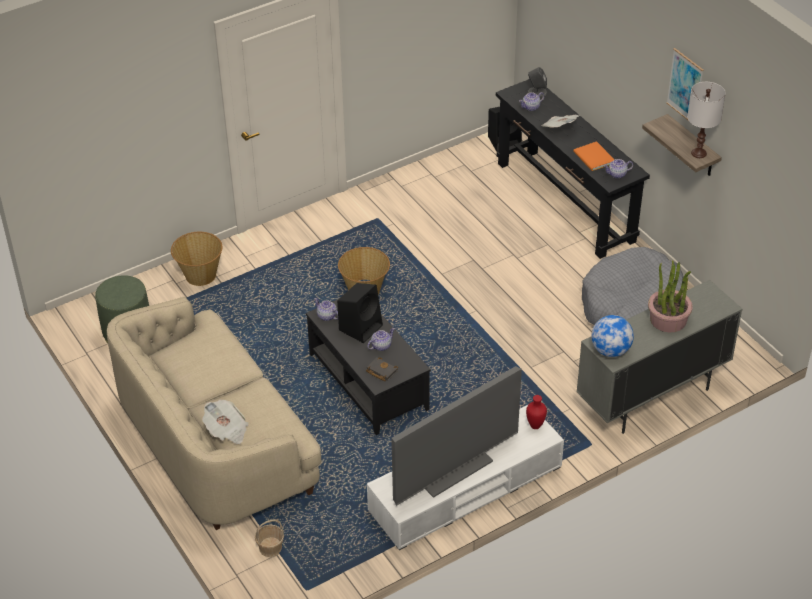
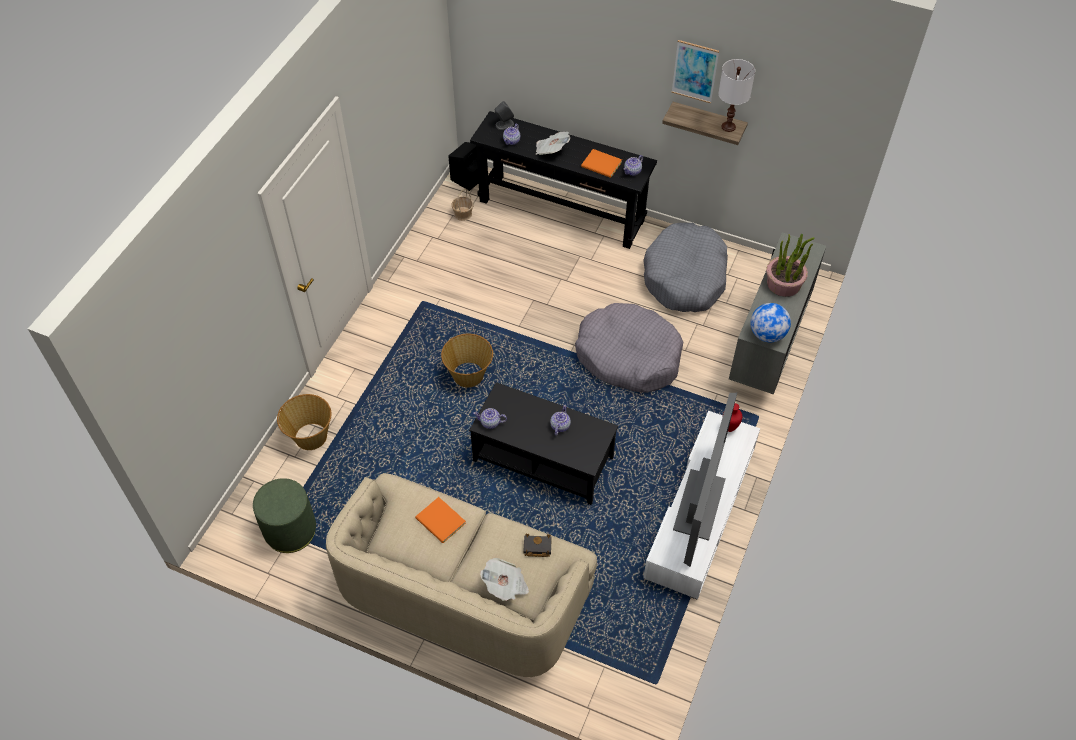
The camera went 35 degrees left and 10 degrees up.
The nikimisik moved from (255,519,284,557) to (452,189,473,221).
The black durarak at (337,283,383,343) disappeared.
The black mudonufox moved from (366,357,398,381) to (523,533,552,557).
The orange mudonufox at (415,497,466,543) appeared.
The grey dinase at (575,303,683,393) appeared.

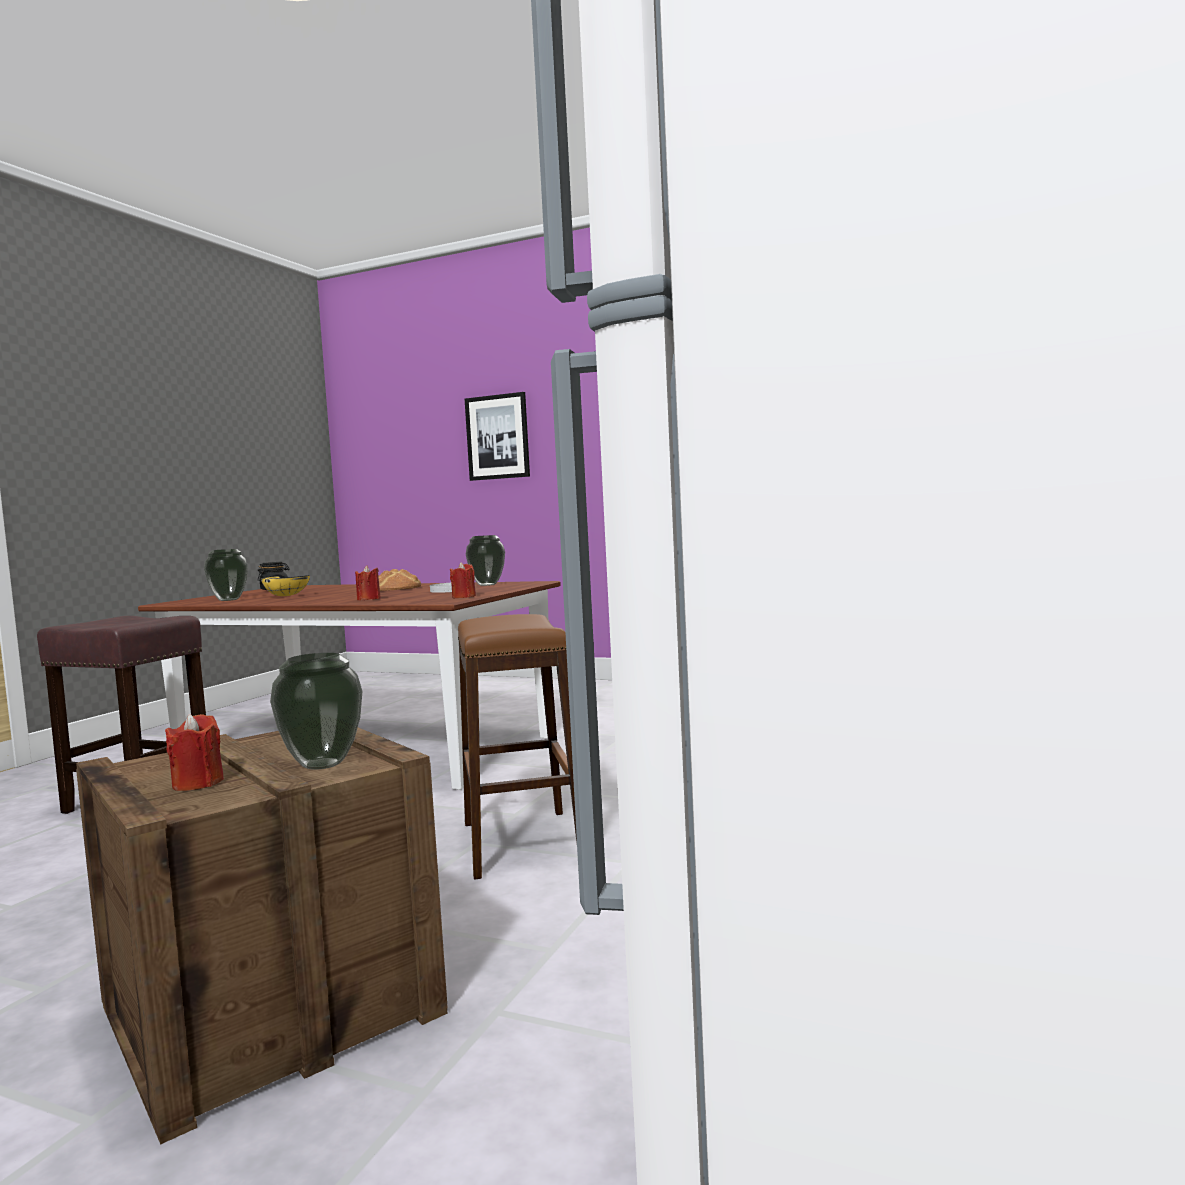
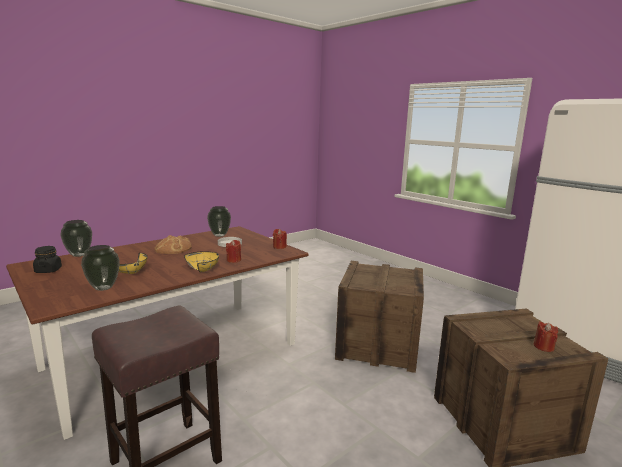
The camera went 65 degrees left and 10 degrees up.
The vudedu moved from (270,653,362,770) to (60,220,92,257).
The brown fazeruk at (458,614,577,879) was replaced by the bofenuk at (335,261,424,373).
The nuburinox at (465,392,530,481) disappeared.
The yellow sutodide at (184,251,219,272) appeared.

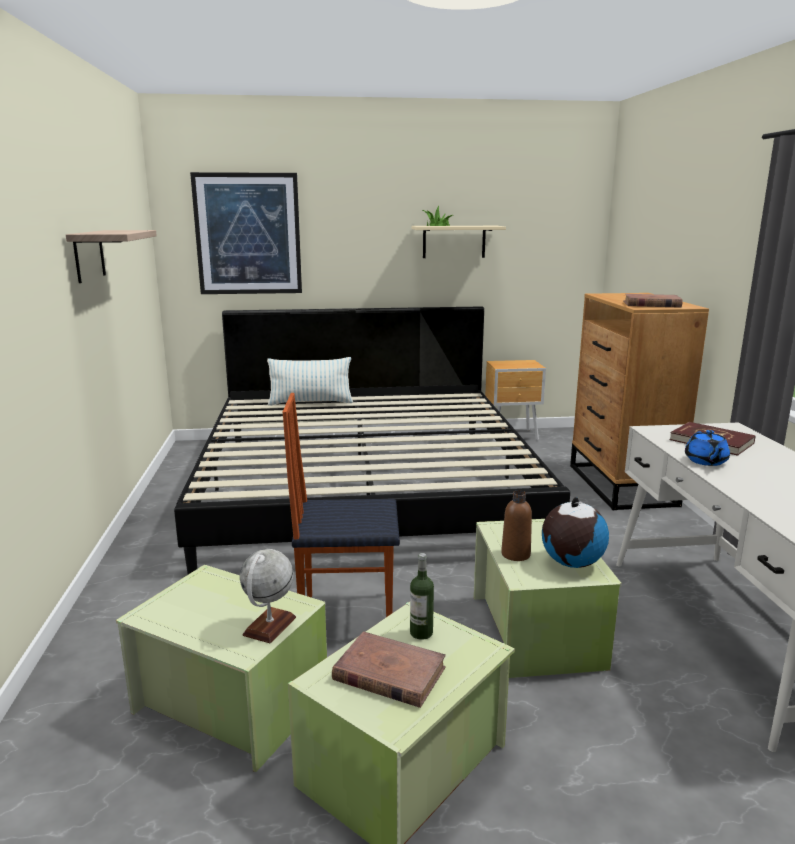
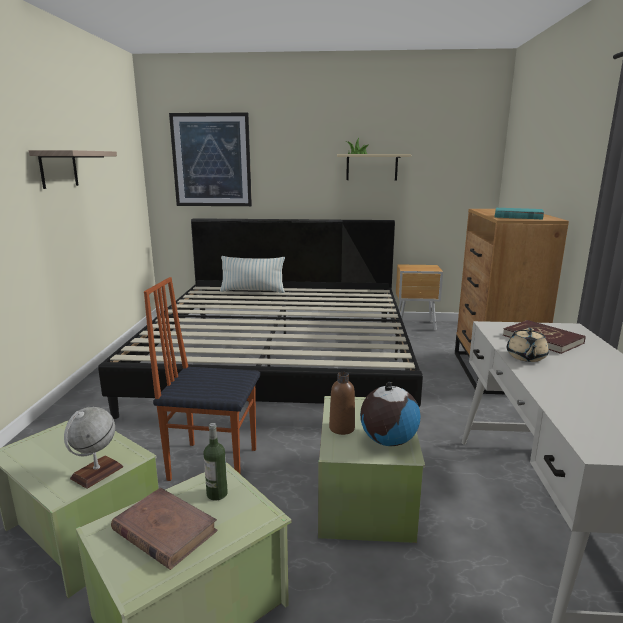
The camera went 10 degrees right and 0 degrees up.
The brown mudonufox at (623,294,683,308) became the turquoise mudonufox at (495,208,544,219).
The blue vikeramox at (685,430,730,466) became the beige vikeramox at (507,328,549,362).

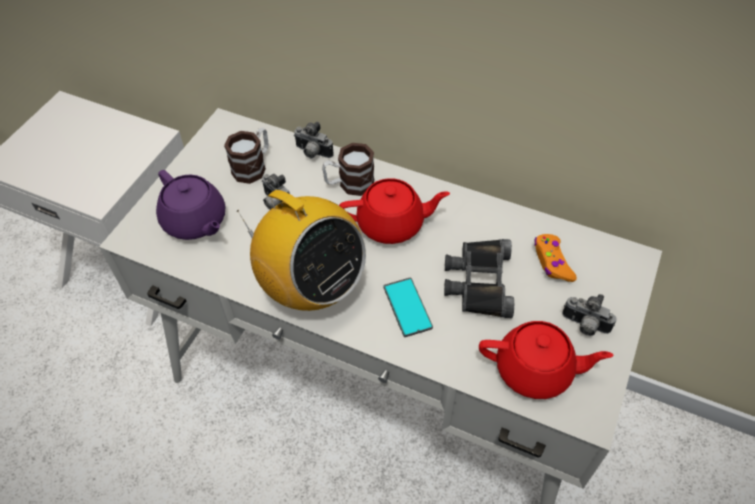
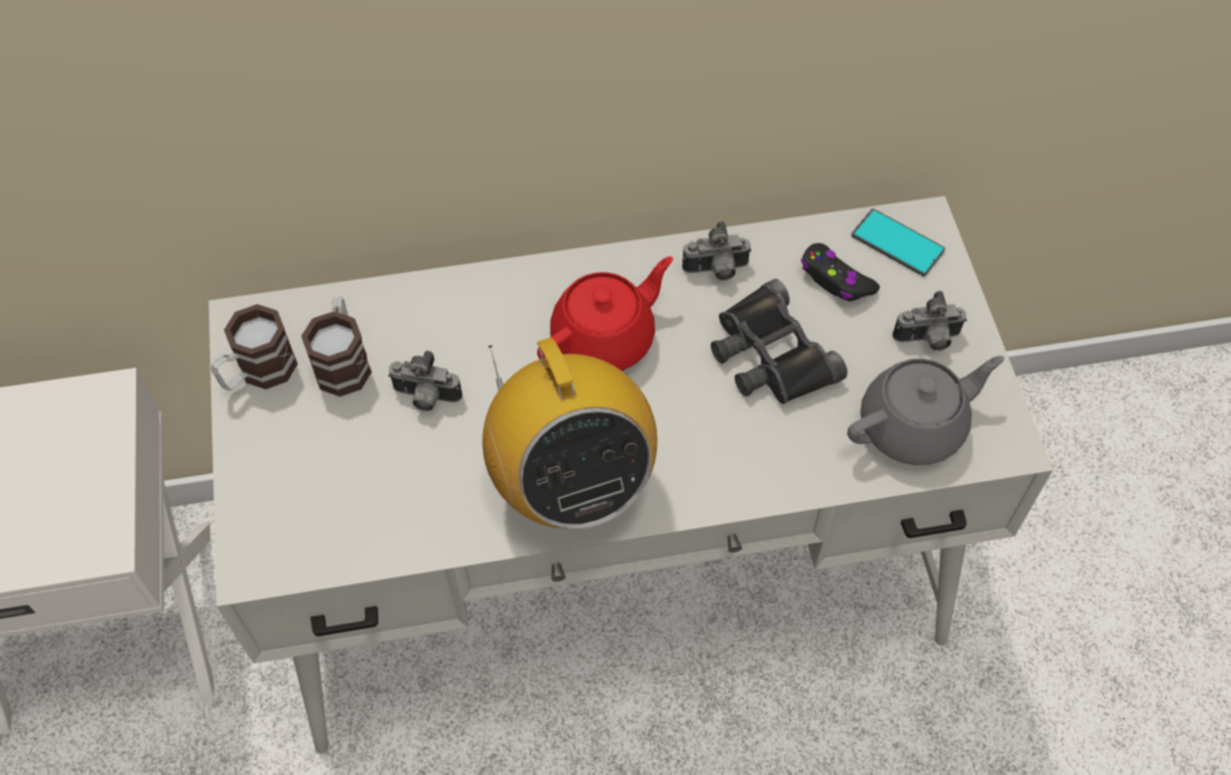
The camera went 35 degrees left and 5 degrees up.
The purple vikeramox at (156,170,225,240) disappeared.
The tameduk at (236,190,366,311) turned 60 degrees clockwise.
The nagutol moved from (294,121,334,158) to (682,221,752,280).
The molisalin moved from (322,143,374,196) to (211,304,298,391).
The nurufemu moved from (384,278,433,337) to (851,208,945,277).
The red vikeramox at (479,321,613,399) became the grey vikeramox at (847,356,1004,465).
The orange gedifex at (534,234,577,282) became the black gedifex at (801,243,880,301).

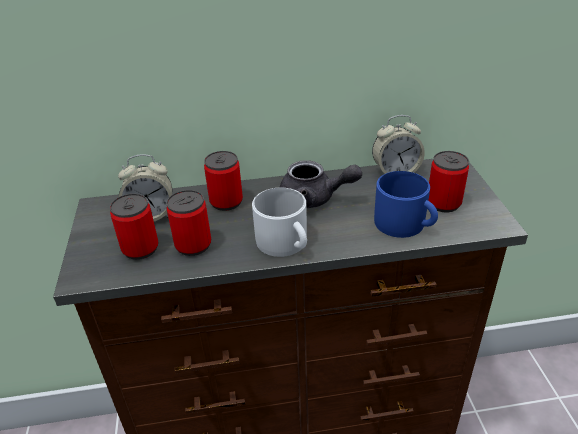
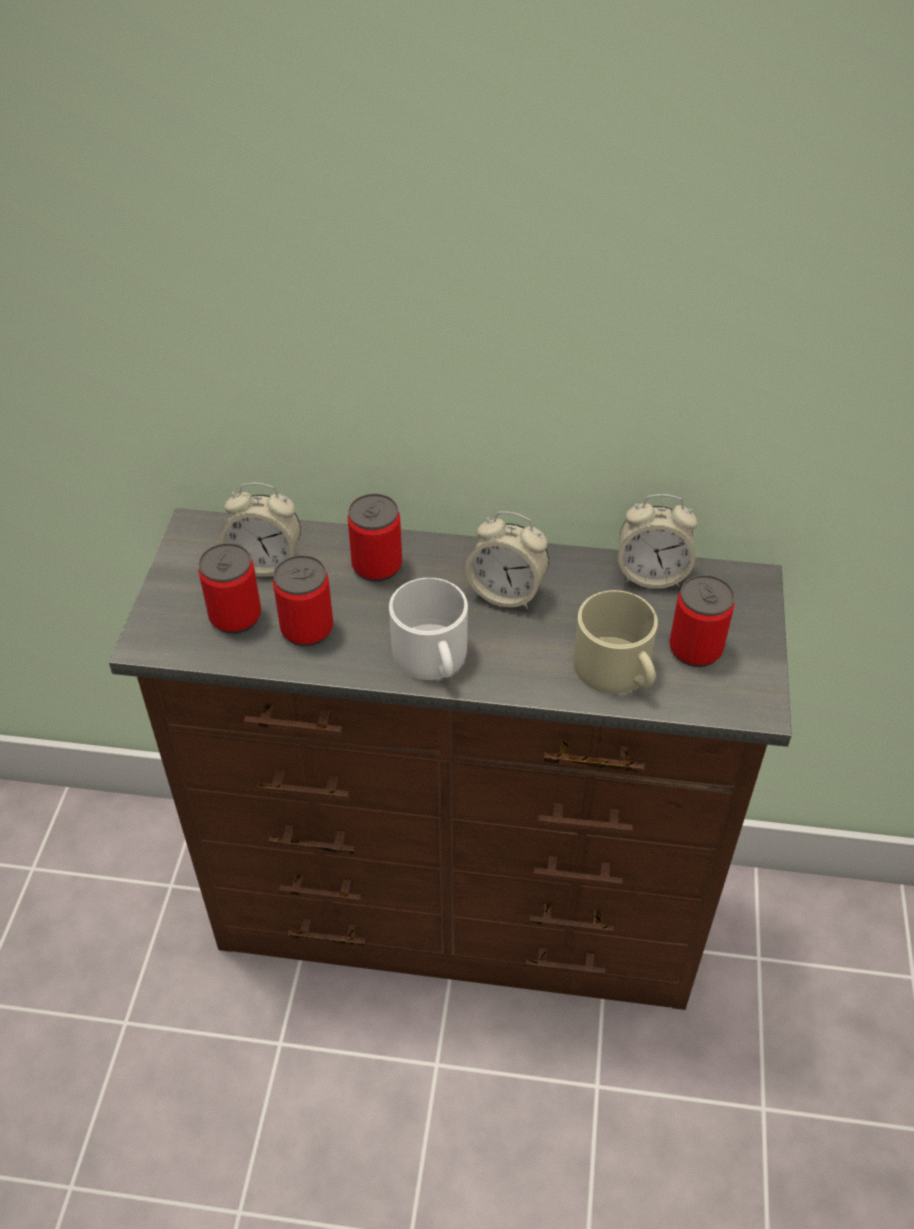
The camera went 15 degrees right and 10 degrees up.
The grey vikeramox at (280,160,362,208) was replaced by the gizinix at (465,511,549,609).
The blue molisalin at (374,171,438,238) became the beige molisalin at (574,590,658,694).

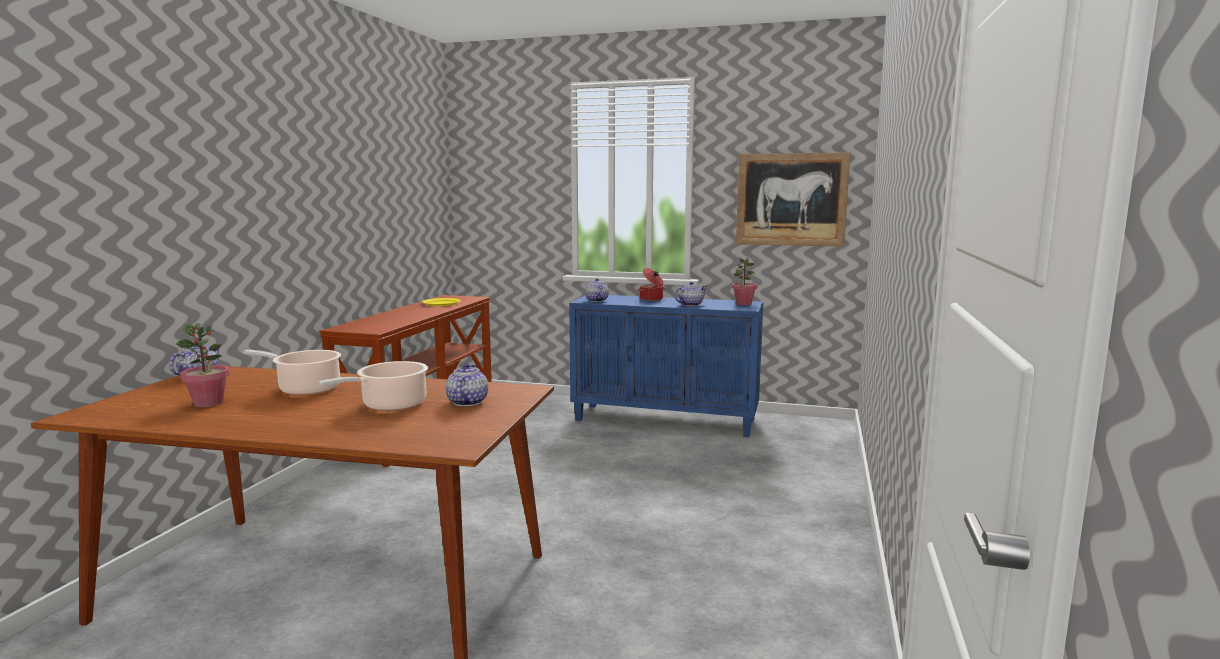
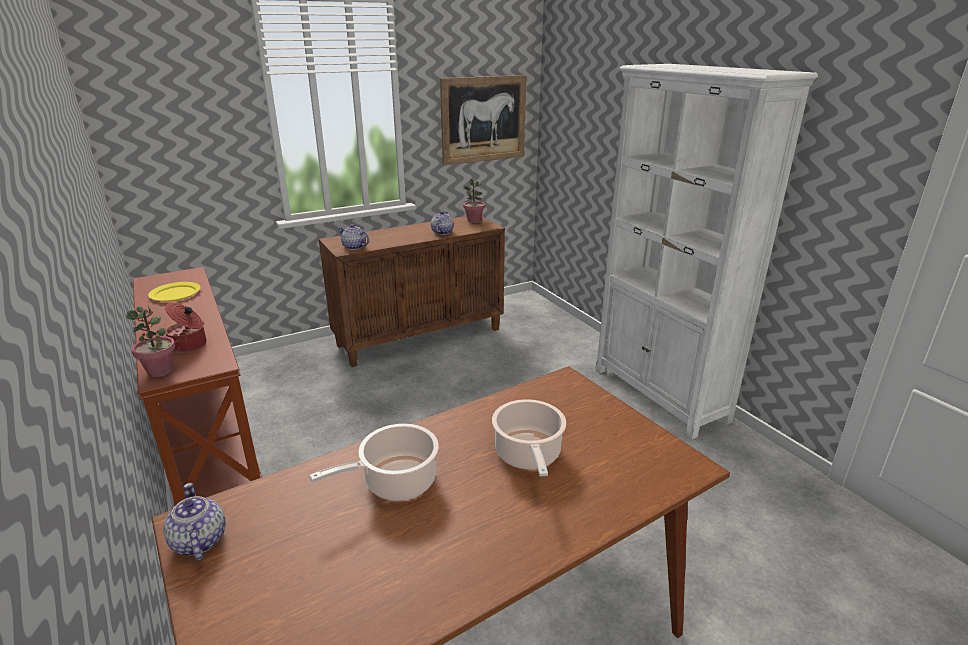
The camera went 45 degrees left and 15 degrees up.
The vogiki moved from (176,323,230,407) to (126,305,175,377).
The vikeramox at (446,363,488,406) disappeared.
The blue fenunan at (569,295,763,437) became the brown fenunan at (319,216,505,367).
The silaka moved from (637,268,666,301) to (165,303,206,353).
The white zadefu at (595,64,818,439) appeared.

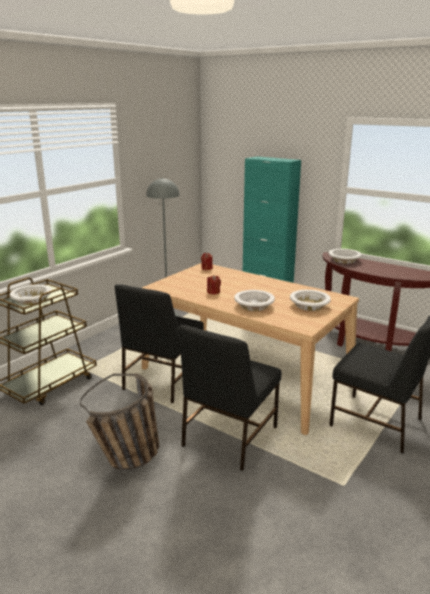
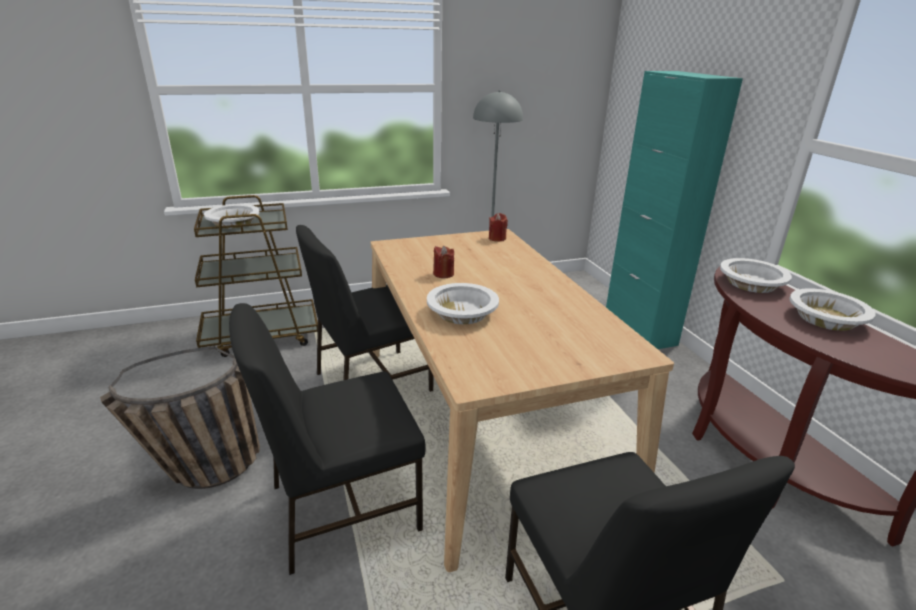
The camera went 35 degrees right and 5 degrees up.
The white sutodide moved from (290,290,331,311) to (789,288,876,331).

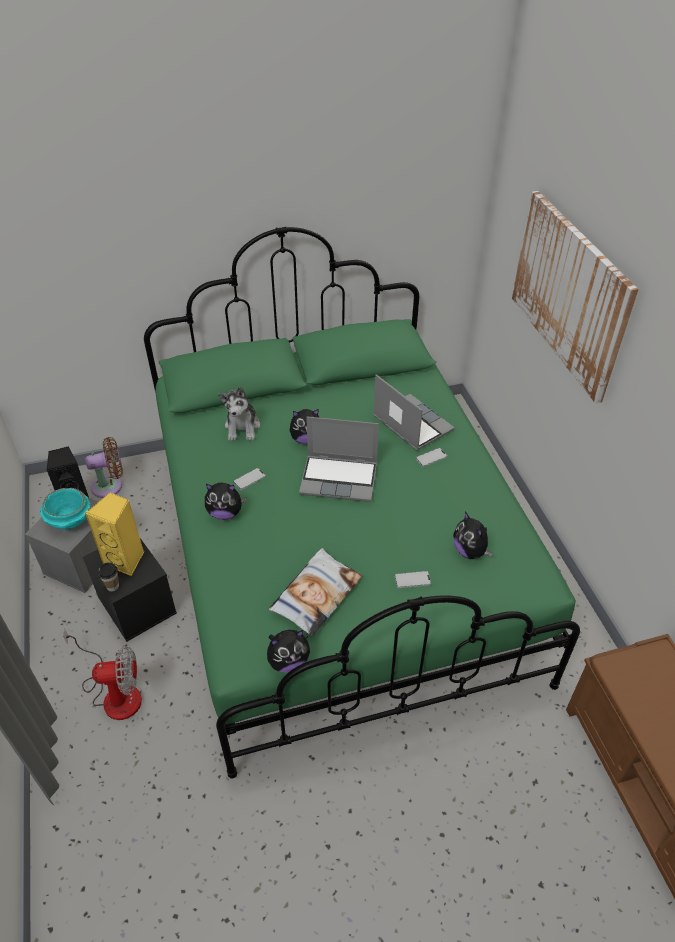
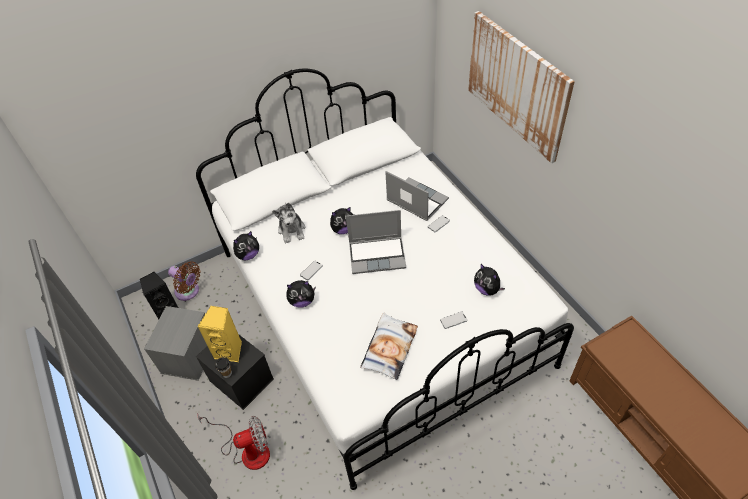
The camera went 10 degrees left and 5 degrees up.
The turquoise sutodide at (40,488,91,529) disappeared.
The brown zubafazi at (85,437,123,498) turned 60 degrees clockwise.
The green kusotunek at (144,226,580,778) became the white kusotunek at (196,69,574,490).
The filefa moved from (267,630,310,673) to (233,231,259,260).

